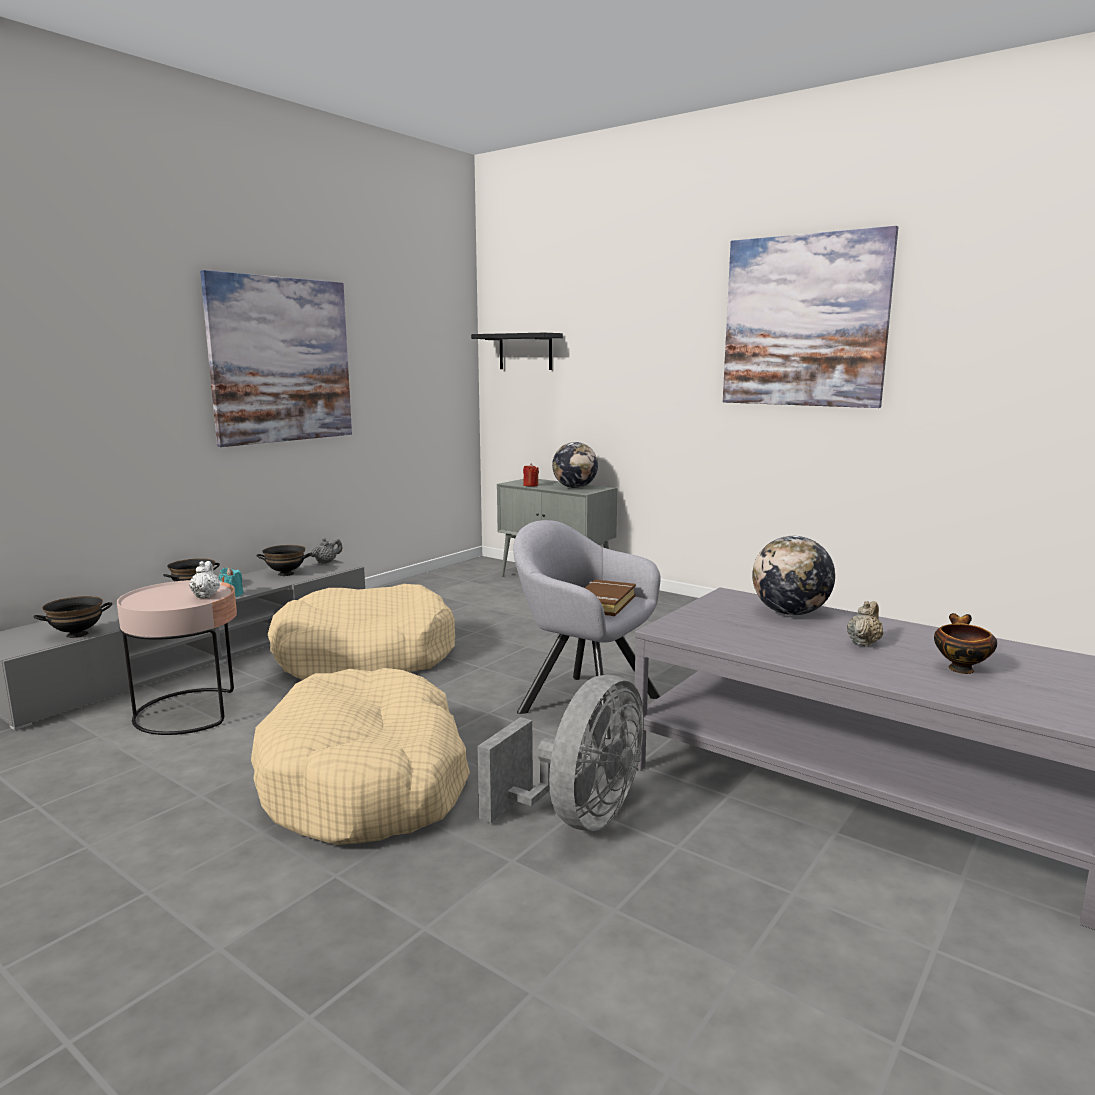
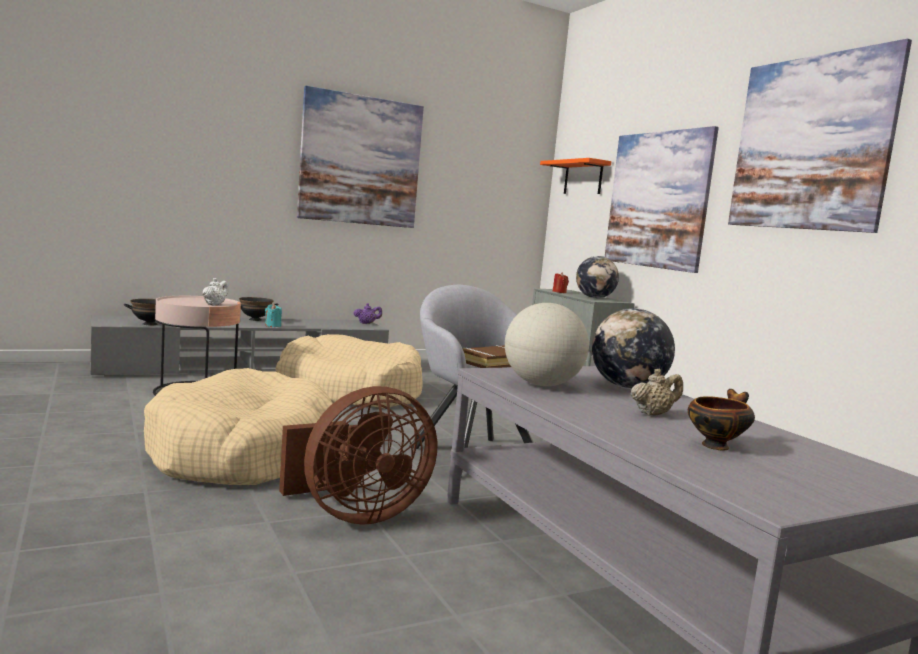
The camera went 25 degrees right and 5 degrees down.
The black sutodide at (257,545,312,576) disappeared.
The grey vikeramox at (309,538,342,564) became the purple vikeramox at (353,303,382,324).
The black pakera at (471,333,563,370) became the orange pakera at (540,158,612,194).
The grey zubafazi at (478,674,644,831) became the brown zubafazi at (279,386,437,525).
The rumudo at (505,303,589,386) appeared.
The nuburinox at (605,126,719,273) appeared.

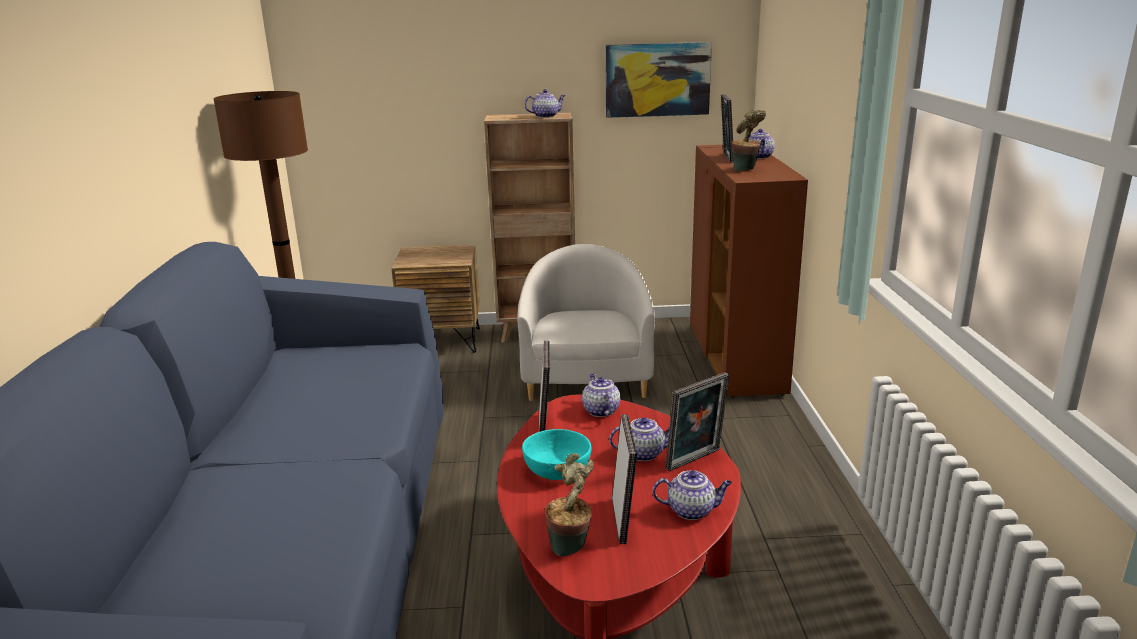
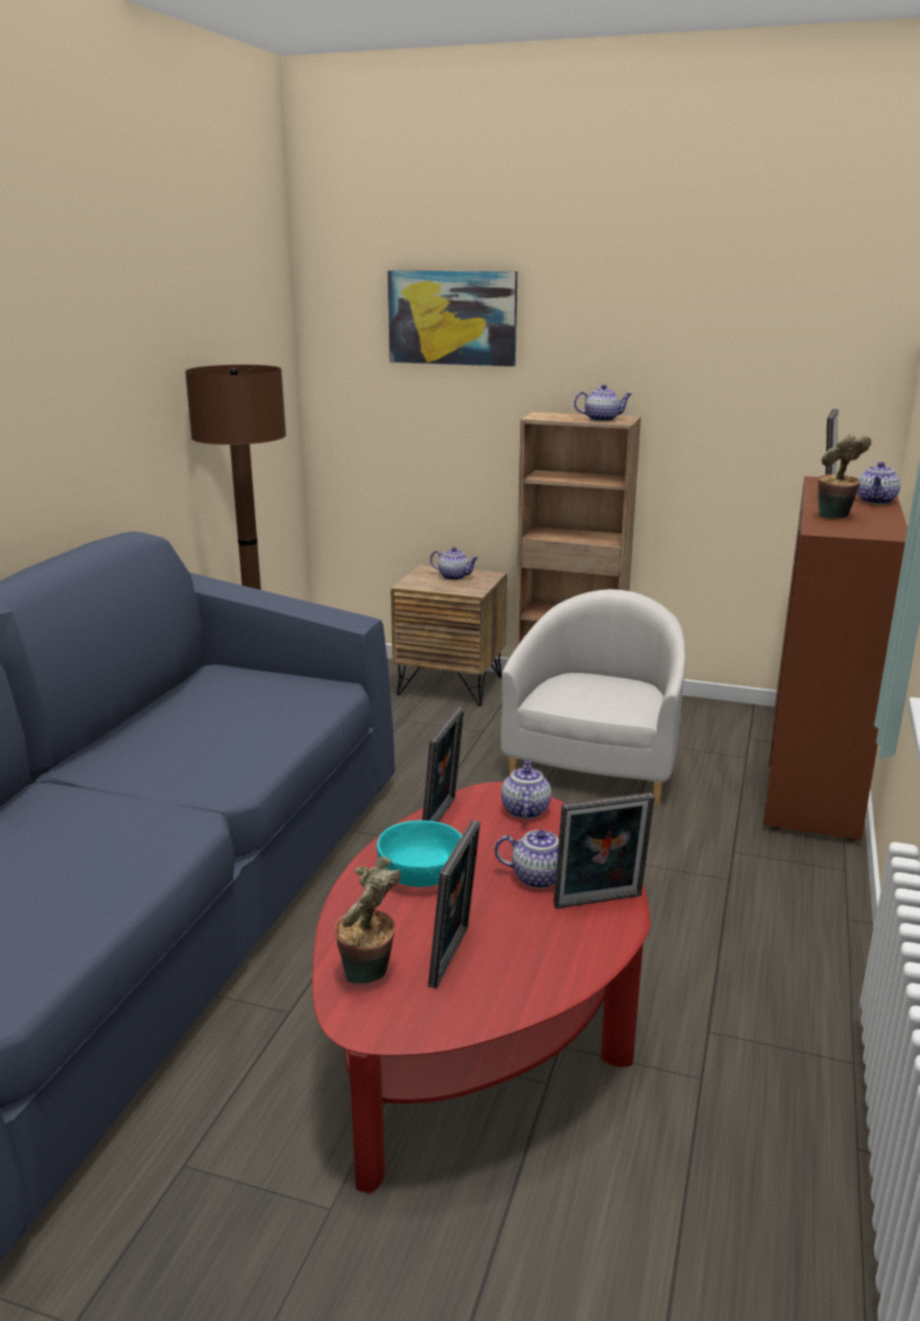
The camera went 20 degrees right and 0 degrees up.
The nuburinox moved from (605,42,712,118) to (387,270,517,367).
The vikeramox moved from (653,470,732,520) to (430,547,478,580).

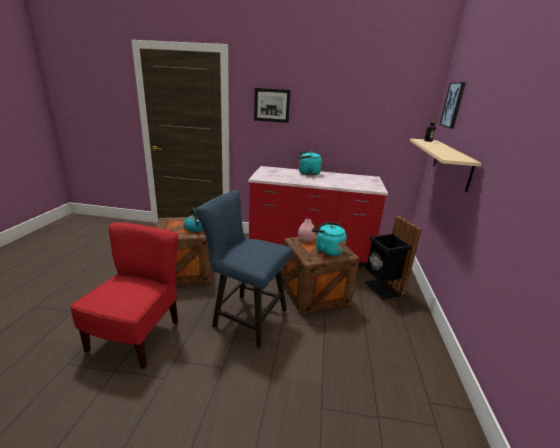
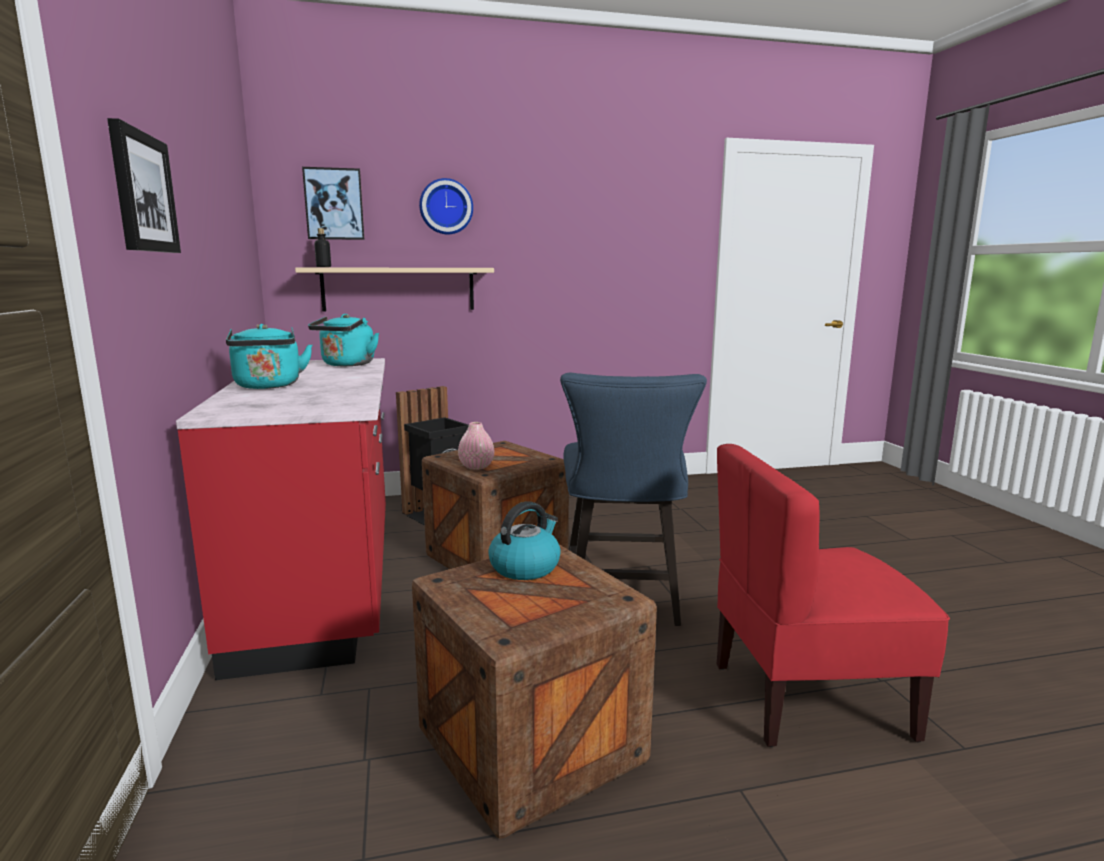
The camera went 110 degrees left and 10 degrees down.
The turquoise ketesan moved from (312,222,347,256) to (308,314,379,366).
The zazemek at (419,178,473,234) appeared.

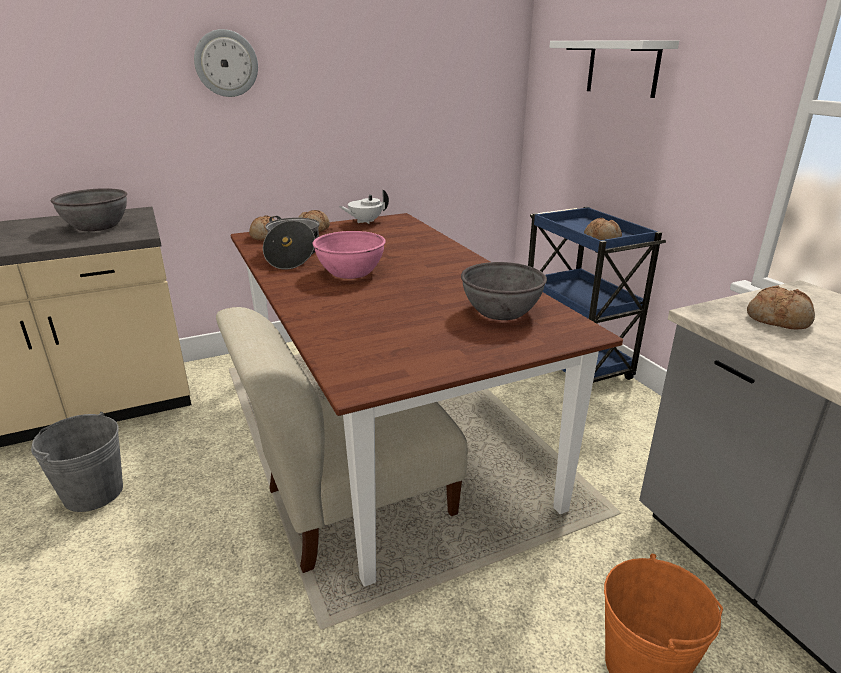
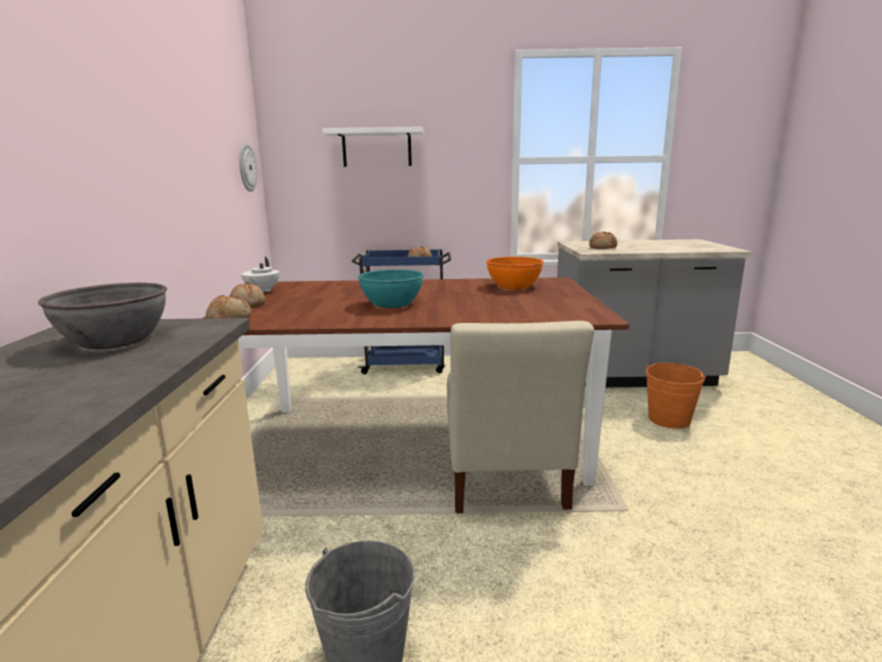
The camera went 65 degrees left and 10 degrees down.
The zazemek moved from (194,29,258,97) to (239,143,257,192).
The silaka at (263,216,320,269) disappeared.
The pink sutodide at (313,231,386,279) became the turquoise sutodide at (358,269,424,308).
The grey sutodide at (461,262,547,320) became the orange sutodide at (486,257,544,290).

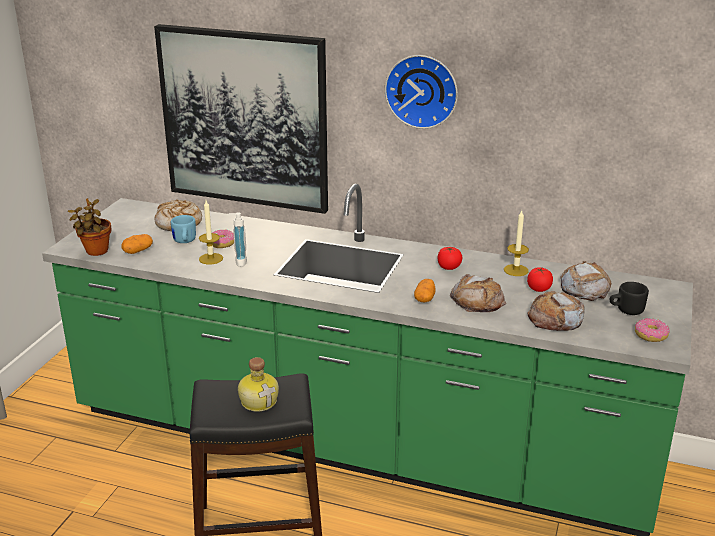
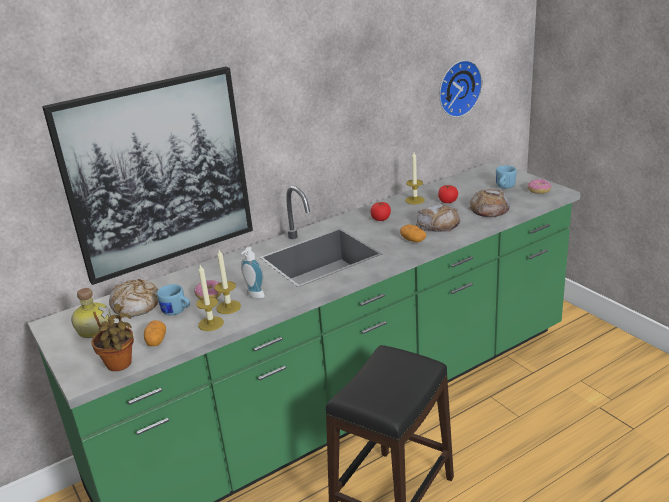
The camera went 50 degrees left and 0 degrees up.
The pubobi moved from (238,357,279,412) to (71,288,111,338).
The zazemek moved from (385,55,458,129) to (439,60,482,117).
The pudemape at (560,261,612,301) disappeared.
The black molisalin at (610,282,649,315) became the blue molisalin at (496,165,517,188).
The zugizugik at (196,265,224,331) appeared.

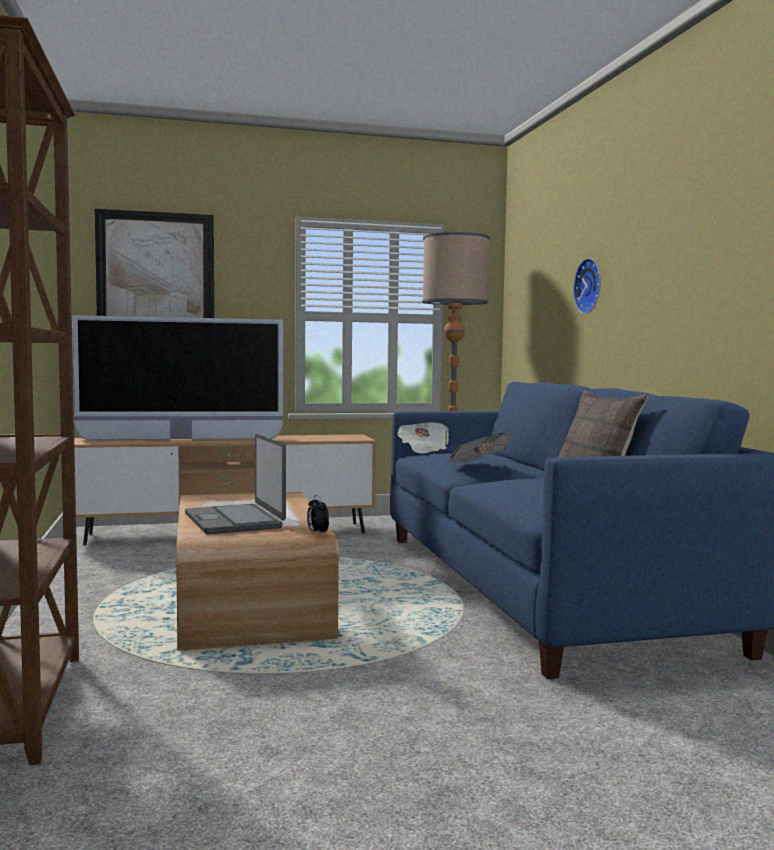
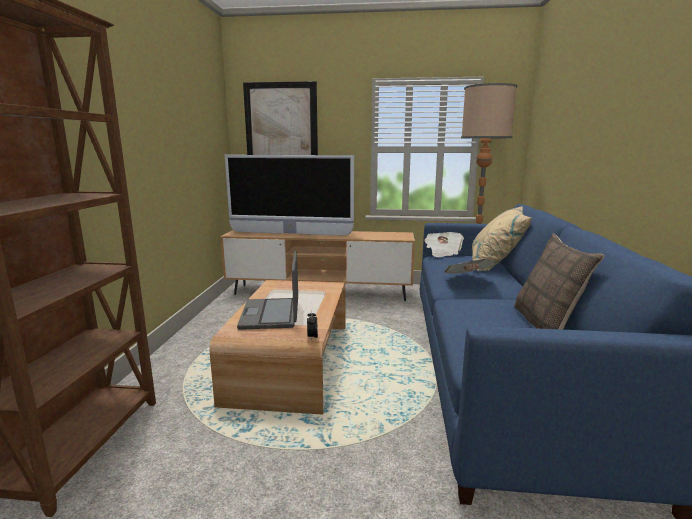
The camera went 20 degrees right and 10 degrees up.
The zazemek at (573,258,601,314) disappeared.
The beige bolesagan at (472,206,531,271) appeared.

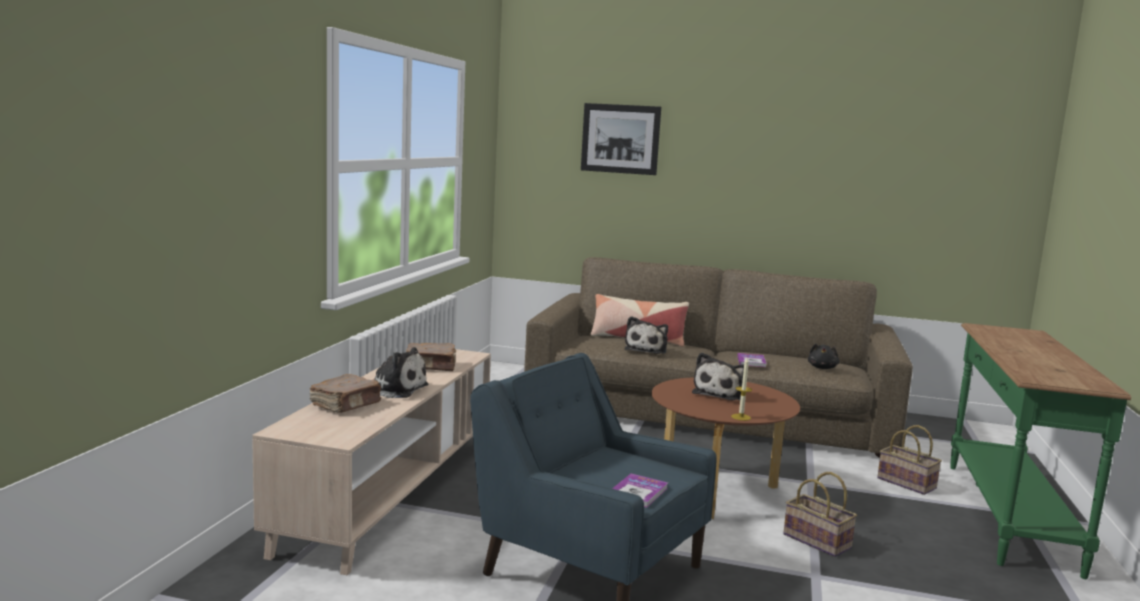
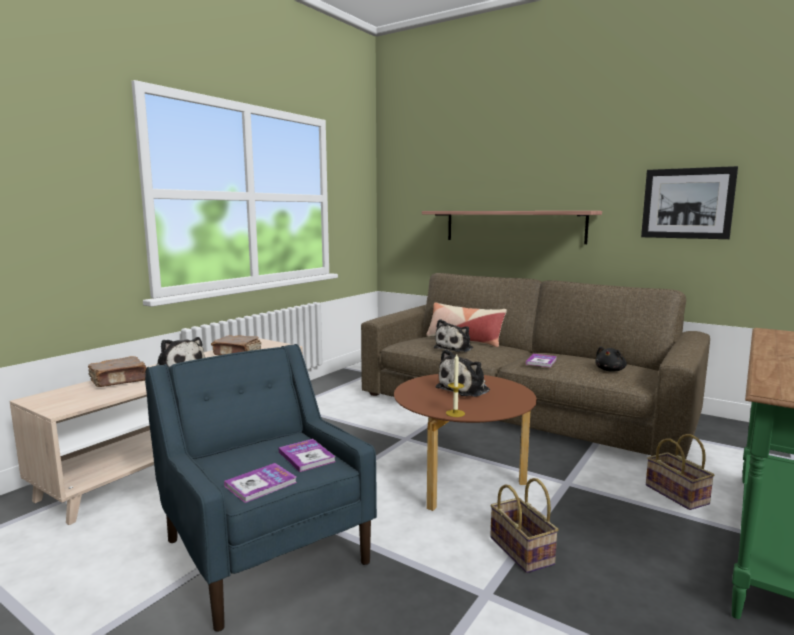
The camera went 20 degrees right and 0 degrees up.
The nuburinox moved from (581,103,661,175) to (641,166,738,239).
The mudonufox at (278,439,335,472) appeared.
The pakera at (422,211,602,244) appeared.

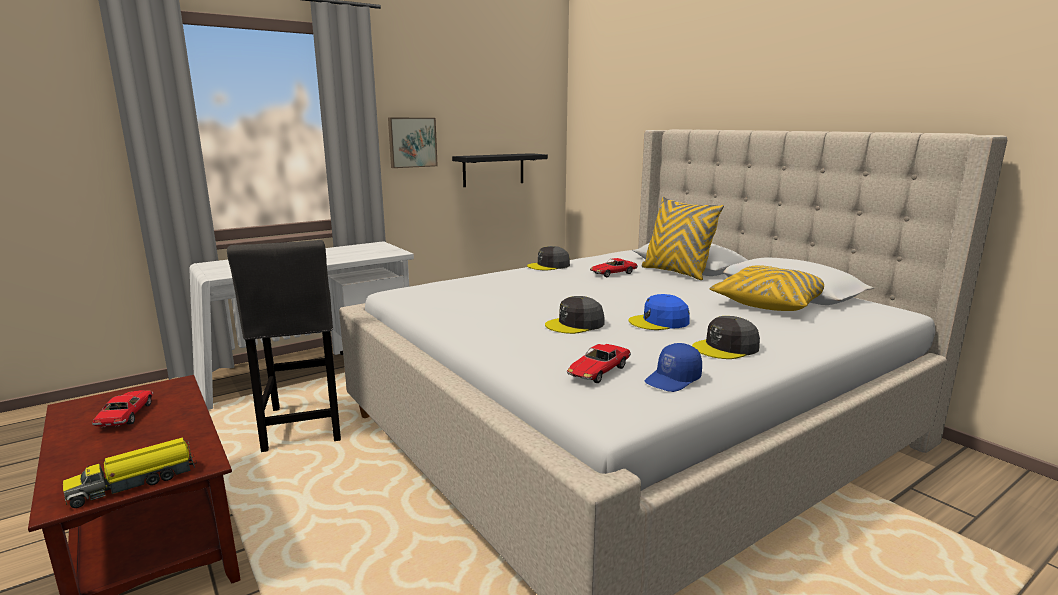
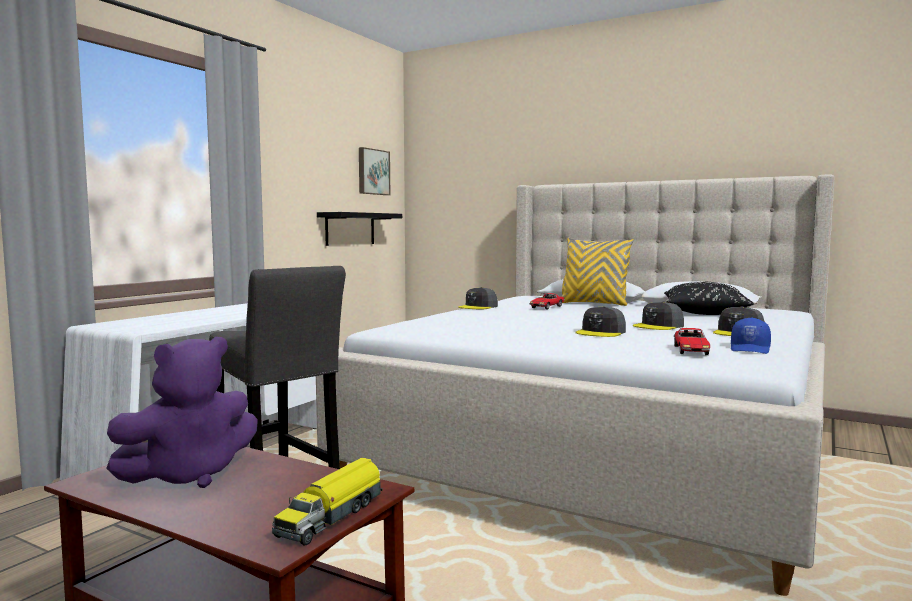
The camera went 25 degrees left and 10 degrees down.
The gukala at (92,390,153,428) was replaced by the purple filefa at (106,337,258,488).
The nuburinox moved from (388,118,438,168) to (359,147,390,195).
The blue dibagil at (628,294,690,330) became the grey dibagil at (633,302,684,330).
The yellow bolesagan at (710,265,824,311) became the black bolesagan at (664,282,754,315).

